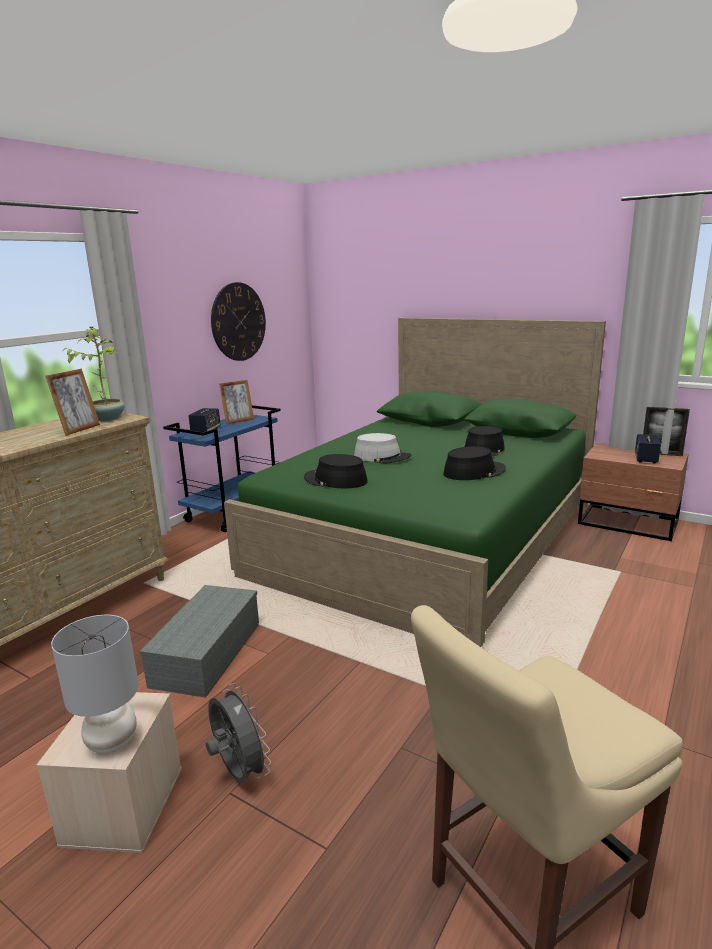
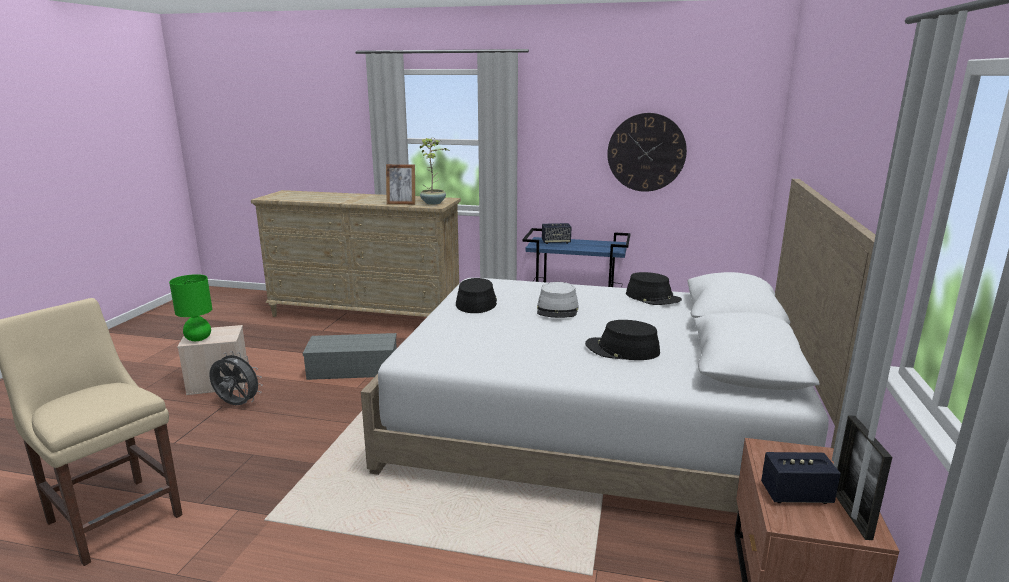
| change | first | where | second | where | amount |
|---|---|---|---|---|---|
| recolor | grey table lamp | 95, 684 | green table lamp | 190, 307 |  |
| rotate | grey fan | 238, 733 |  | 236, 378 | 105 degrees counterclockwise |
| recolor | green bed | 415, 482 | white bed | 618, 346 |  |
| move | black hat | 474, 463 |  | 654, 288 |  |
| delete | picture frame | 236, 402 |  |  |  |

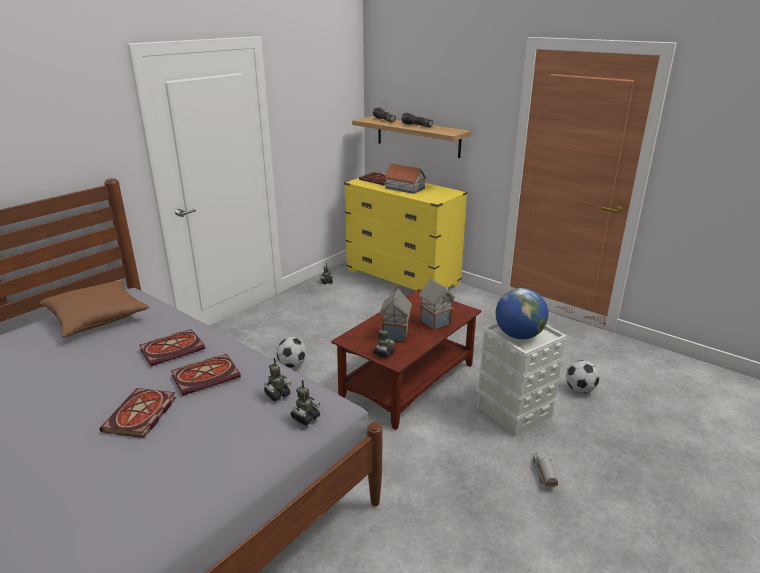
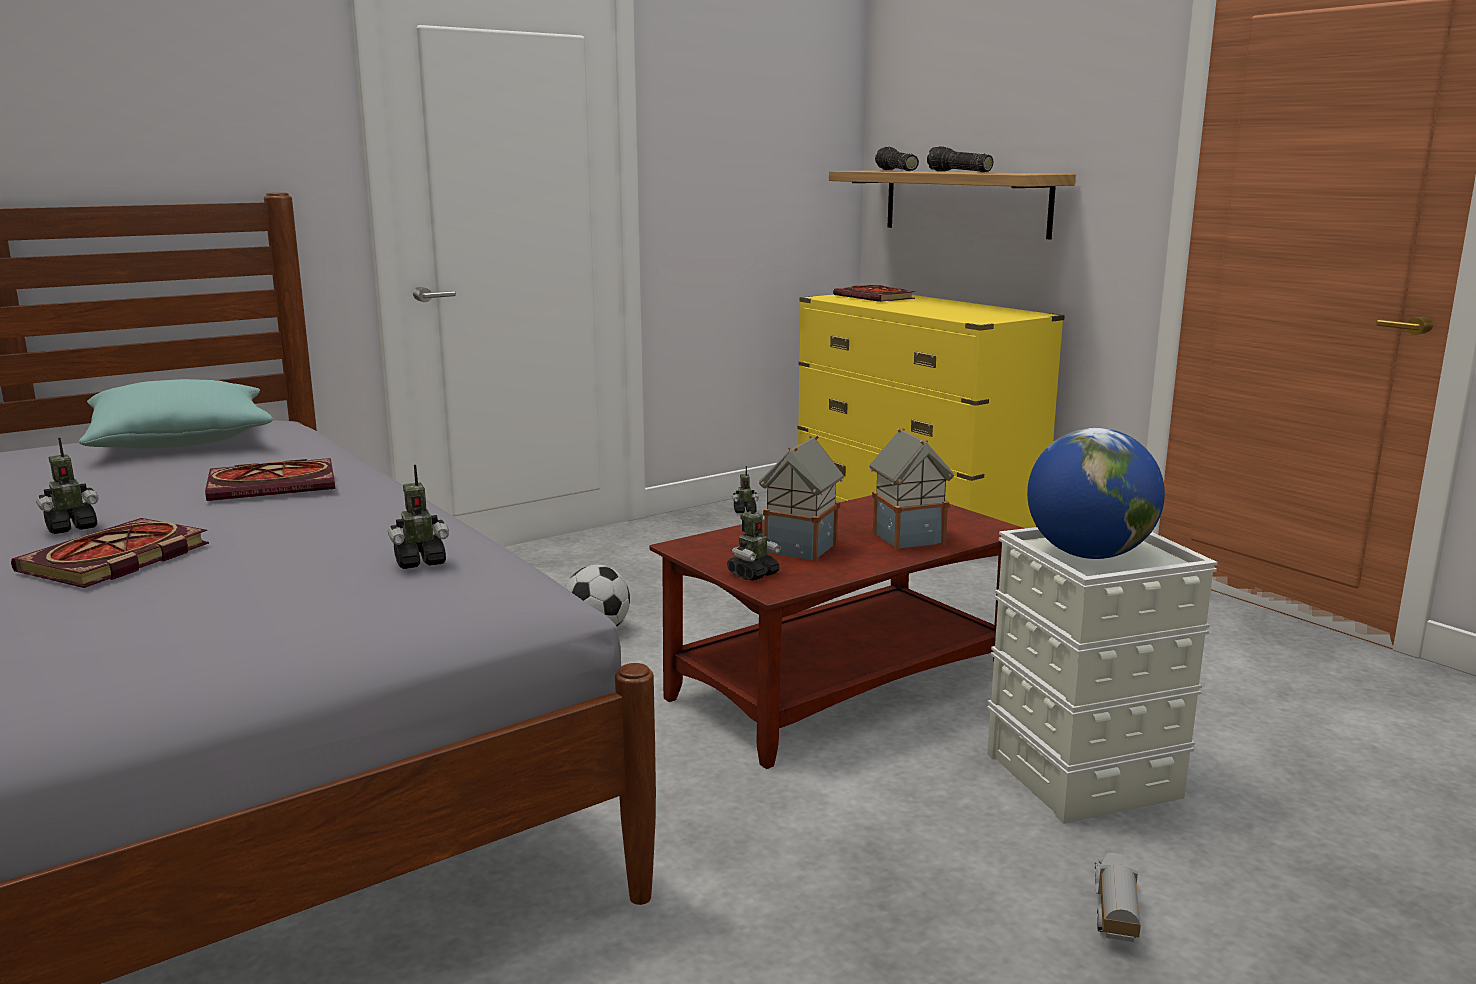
| change | first | where | second | where | amount |
|---|---|---|---|---|---|
| move | toy robot | 305, 402 |  | 67, 485 |  |
| recolor | brown pillow | 94, 309 | turquoise pillow | 176, 414 |  |
| delete | book | 206, 375 |  |  |  |
| delete | toy house | 405, 179 |  |  |  |
| delete | football | 583, 376 |  |  |  |

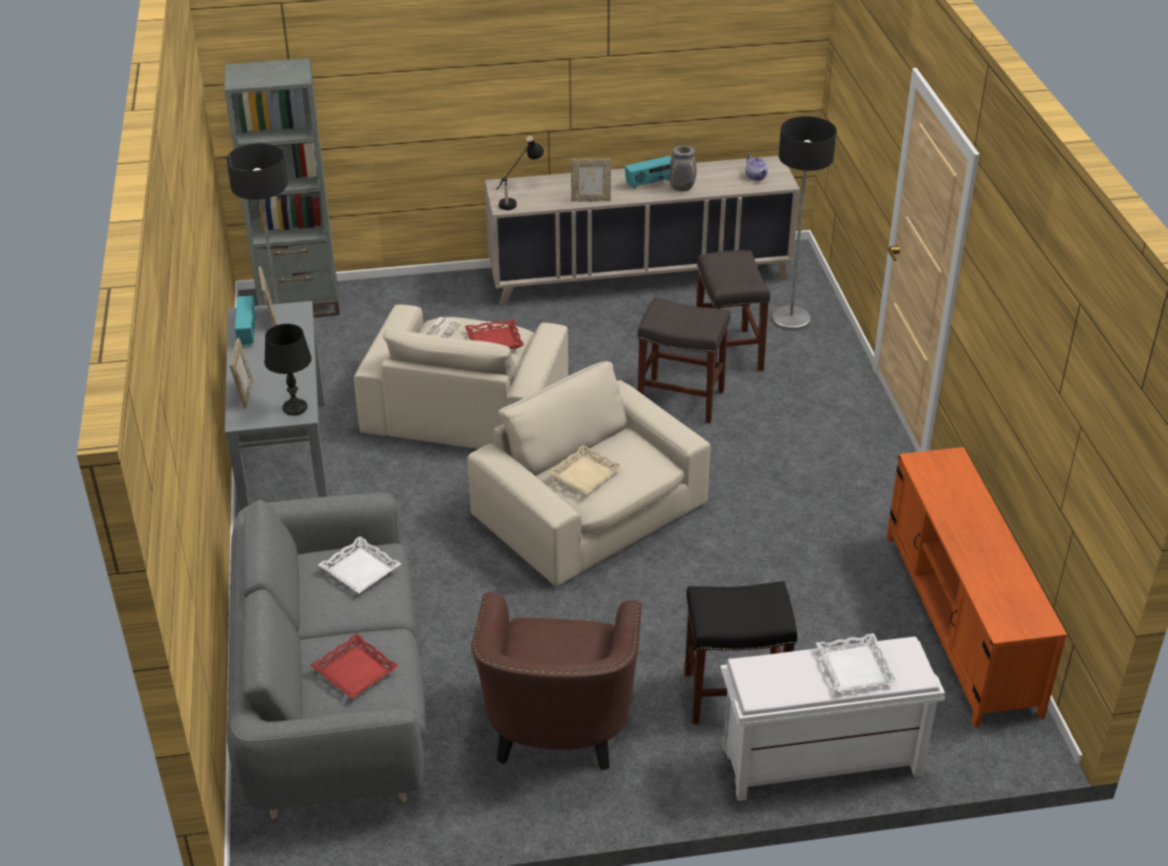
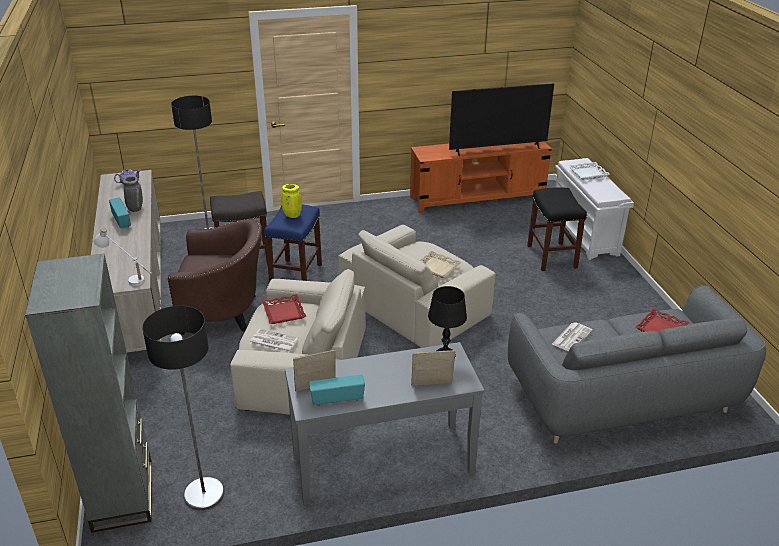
| change | first | where | second | where | amount |
|---|---|---|---|---|---|
| recolor | black table lamp | 516, 173 | white table lamp | 123, 256 |  |
| move | brown armchair | 556, 681 |  | 215, 277 |  |
| recolor | grey stool | 684, 360 | blue stool | 293, 244 |  |
| insert |  |  | yellow vase | 291, 201 |  |
| insert |  |  | television | 501, 119 |  |
| replace | white tray | 359, 564 | newspaper | 572, 336 |  |
| delete | picture frame | 591, 180 |  |  |  |

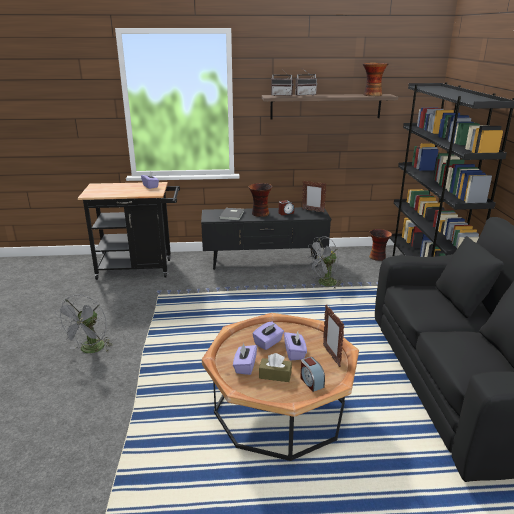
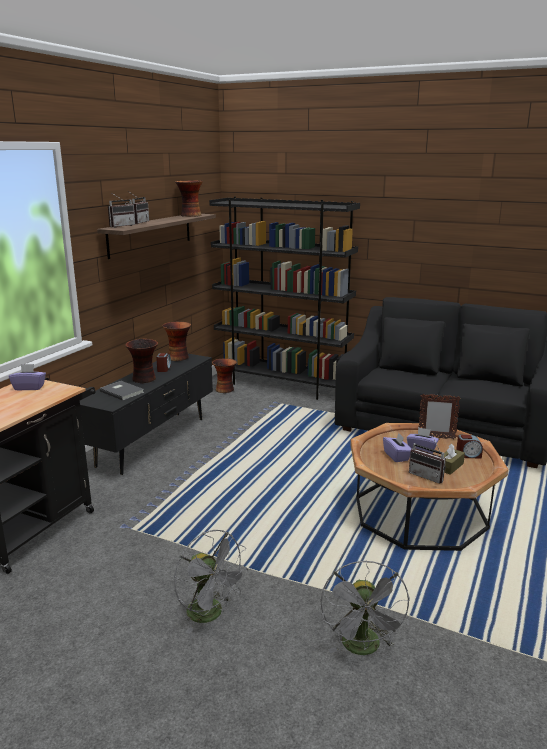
| change | first | where | second | where | amount |
|---|---|---|---|---|---|
| replace | picture frame | 314, 196 | vase | 176, 341 |  |
| move | grey fan | 324, 263 |  | 365, 607 |  |
| replace | purple tissue box | 245, 359 | radio | 427, 459 |  |

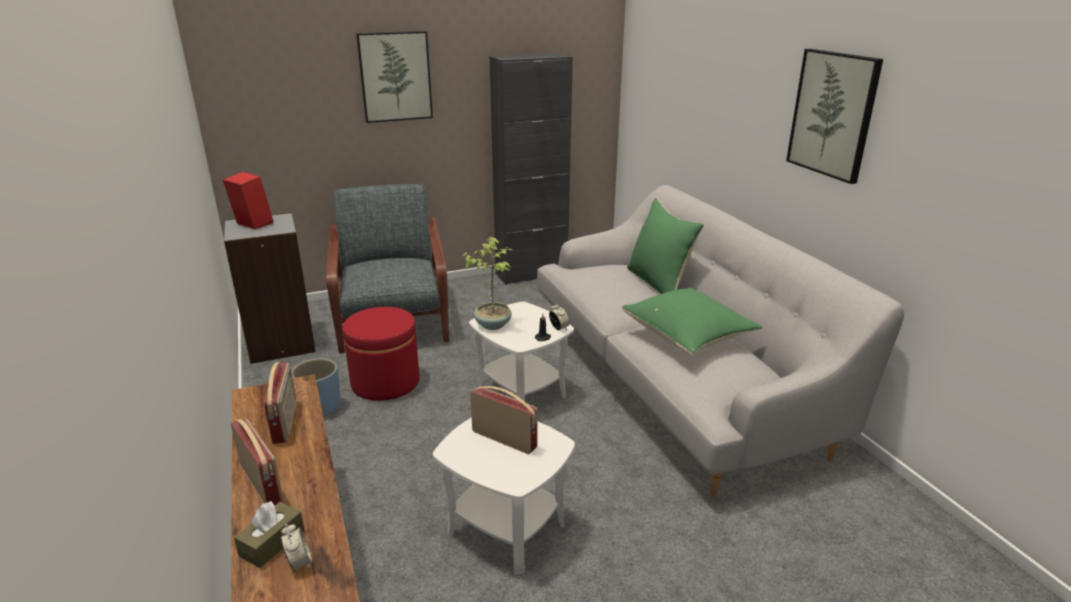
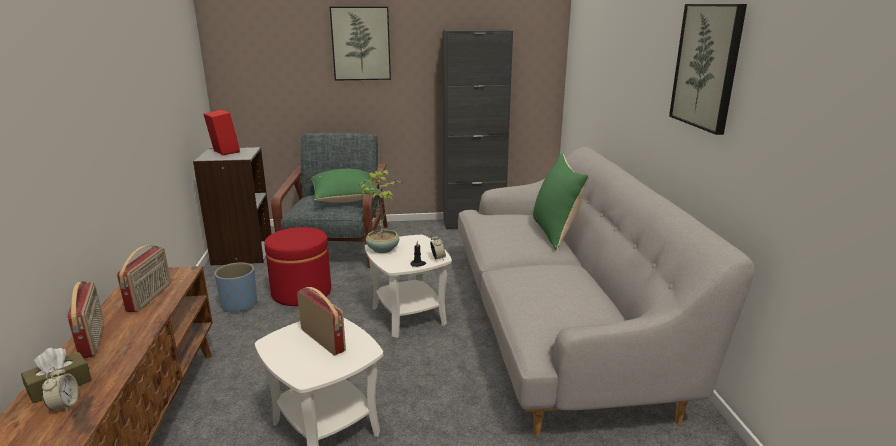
| change | first | where | second | where | amount |
|---|---|---|---|---|---|
| move | green pillow | 692, 321 |  | 347, 186 |  |

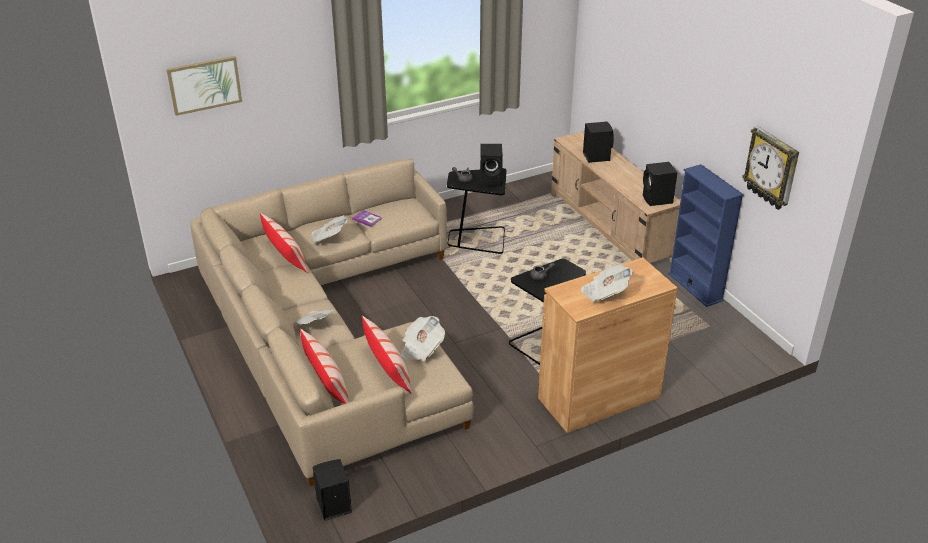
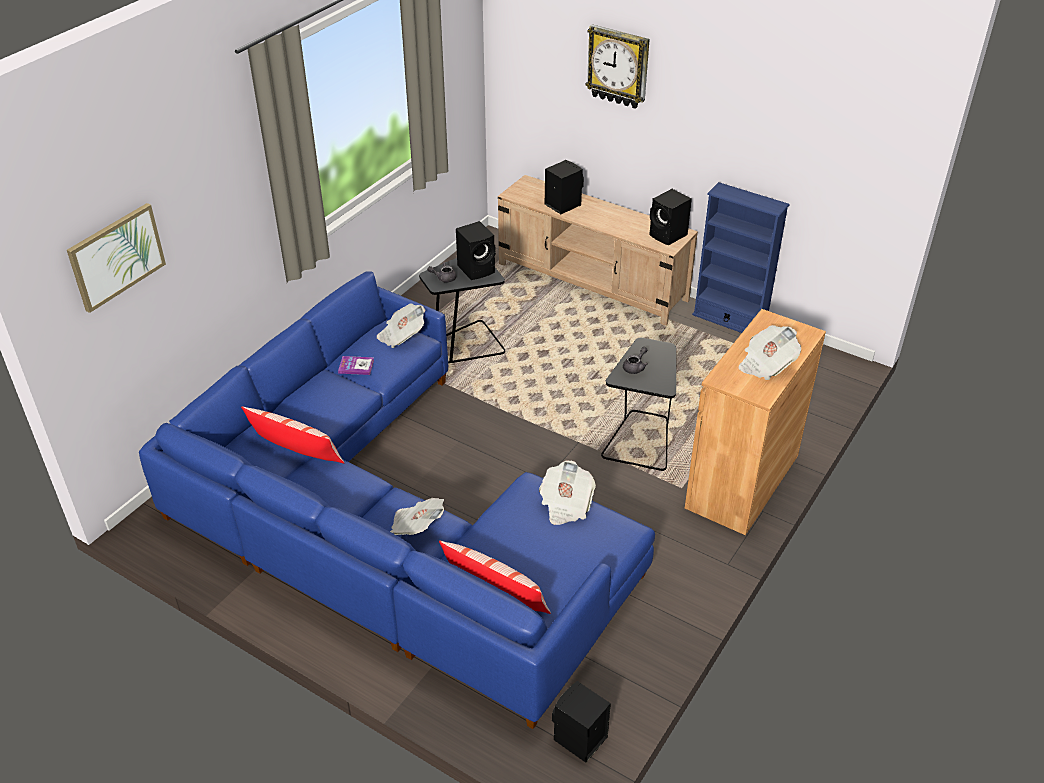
| change | first | where | second | where | amount |
|---|---|---|---|---|---|
| recolor | beige sofa | 332, 322 | blue sofa | 397, 500 |  |
| move | newspaper | 329, 229 |  | 401, 325 |  |
| move | wall clock | 770, 168 |  | 617, 66 |  |
| delete | pillow | 387, 354 |  |  |  |

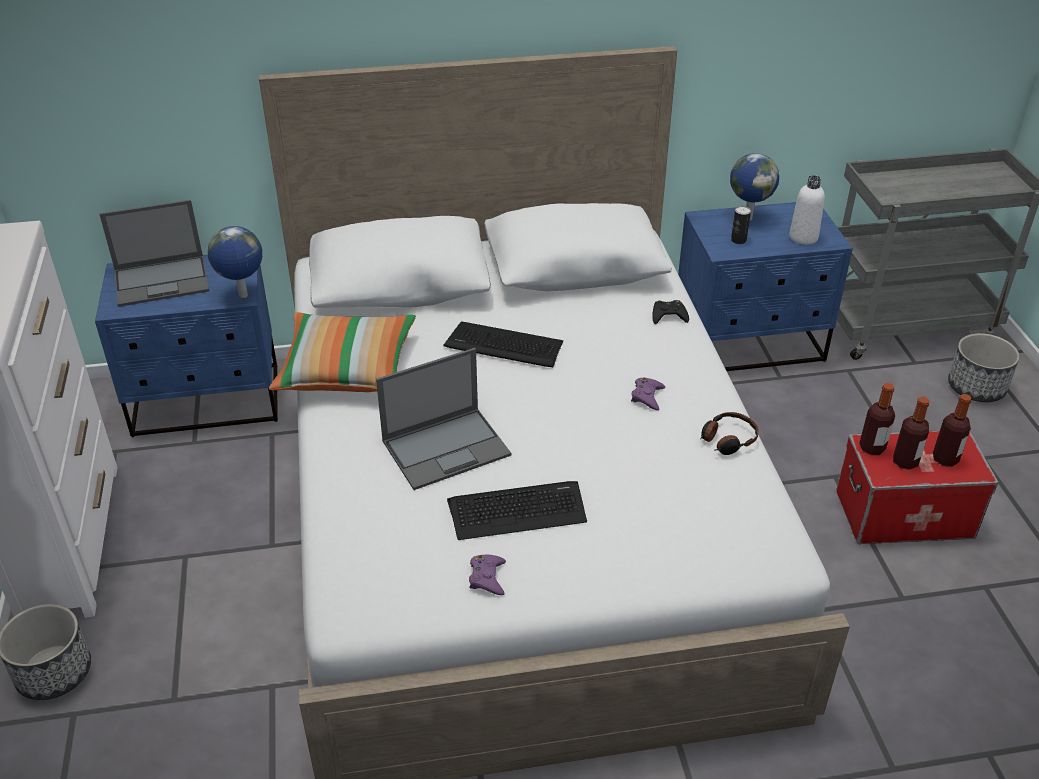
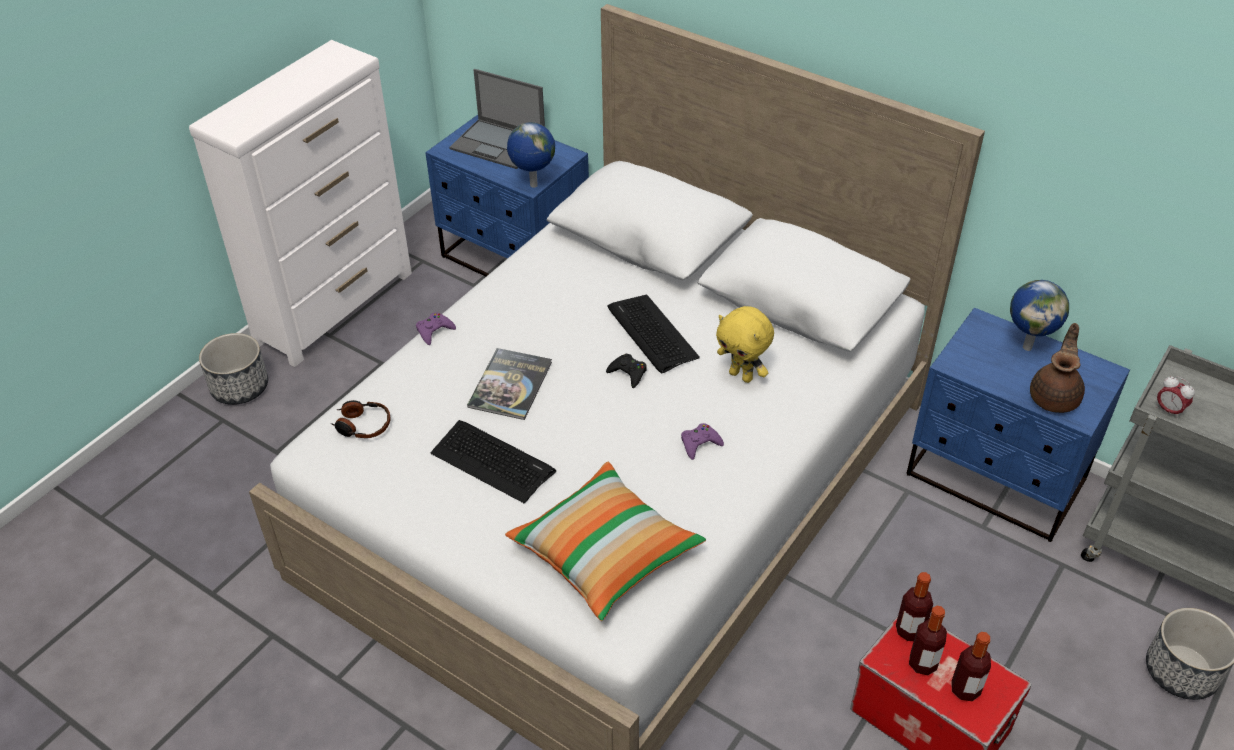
| change | first | where | second | where | amount |
|---|---|---|---|---|---|
| move | headphones | 729, 433 |  | 361, 419 |  |
| move | purple game controller | 487, 575 |  | 436, 328 |  |
| replace | laptop | 443, 419 | book | 509, 384 |  |
| move | pillow | 342, 352 |  | 605, 541 |  |
| move | black game controller | 670, 312 |  | 626, 371 |  |
| insert |  |  | yellow plush toy | 745, 344 |  |
| replace | white bottle | 807, 210 | brown teapot | 1057, 368 |  |
| insert |  |  | alarm clock | 1176, 397 |  |
| delete | can | 741, 225 |  |  |  |

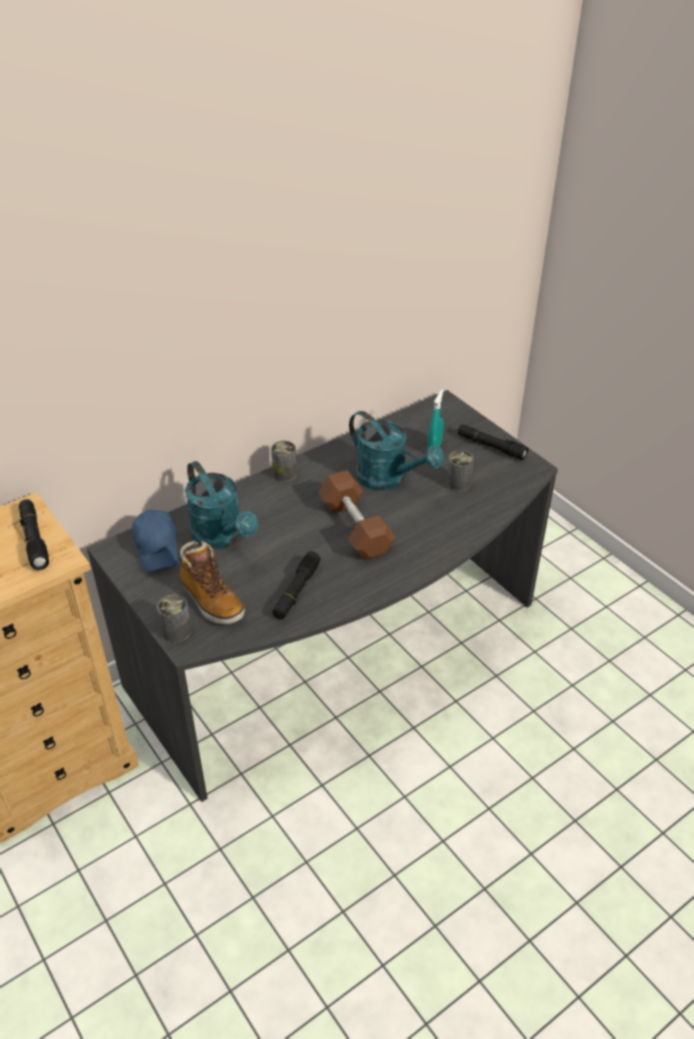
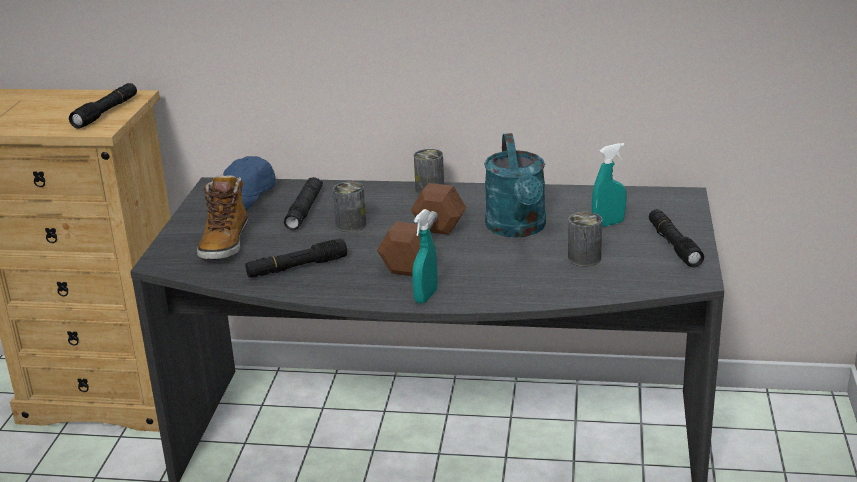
| change | first | where | second | where | amount |
|---|---|---|---|---|---|
| replace | turquoise watering can | 221, 505 | black flashlight | 303, 203 |  |
| move | can | 174, 619 |  | 350, 207 |  |
| insert |  |  | turquoise spray bottle | 425, 256 |  |

